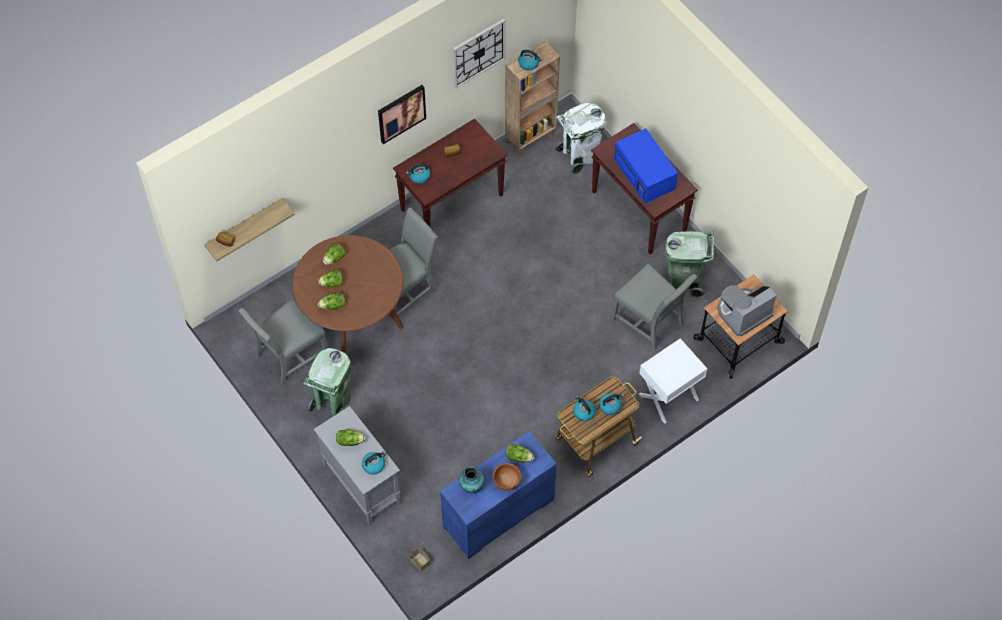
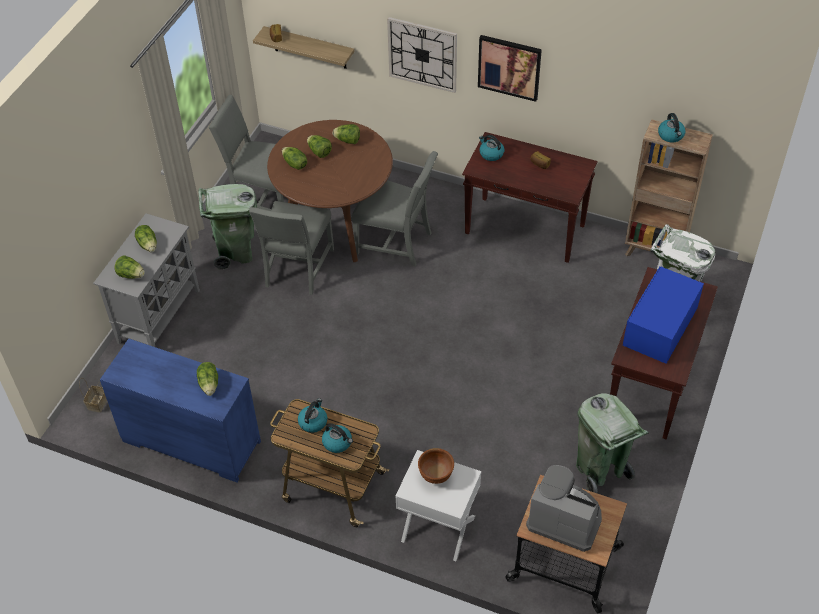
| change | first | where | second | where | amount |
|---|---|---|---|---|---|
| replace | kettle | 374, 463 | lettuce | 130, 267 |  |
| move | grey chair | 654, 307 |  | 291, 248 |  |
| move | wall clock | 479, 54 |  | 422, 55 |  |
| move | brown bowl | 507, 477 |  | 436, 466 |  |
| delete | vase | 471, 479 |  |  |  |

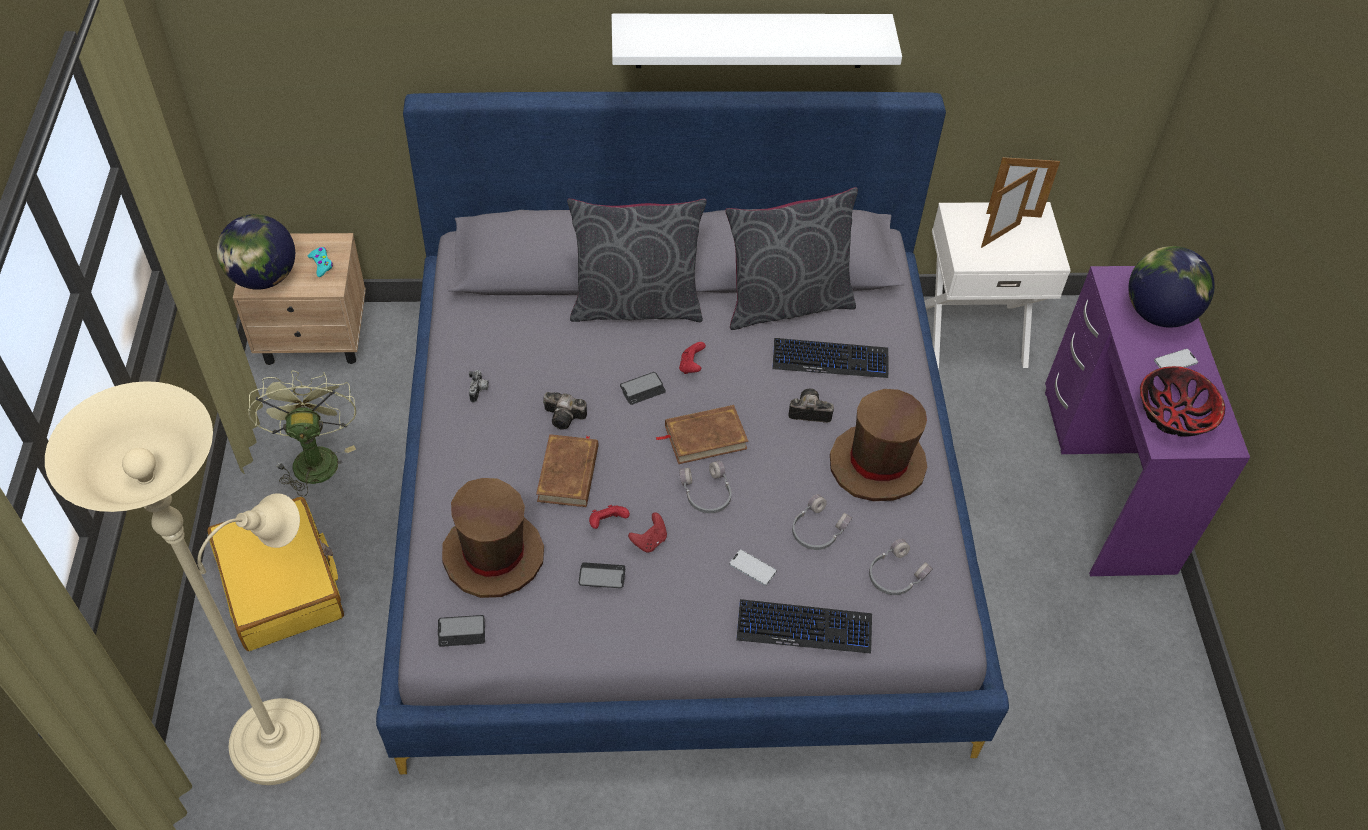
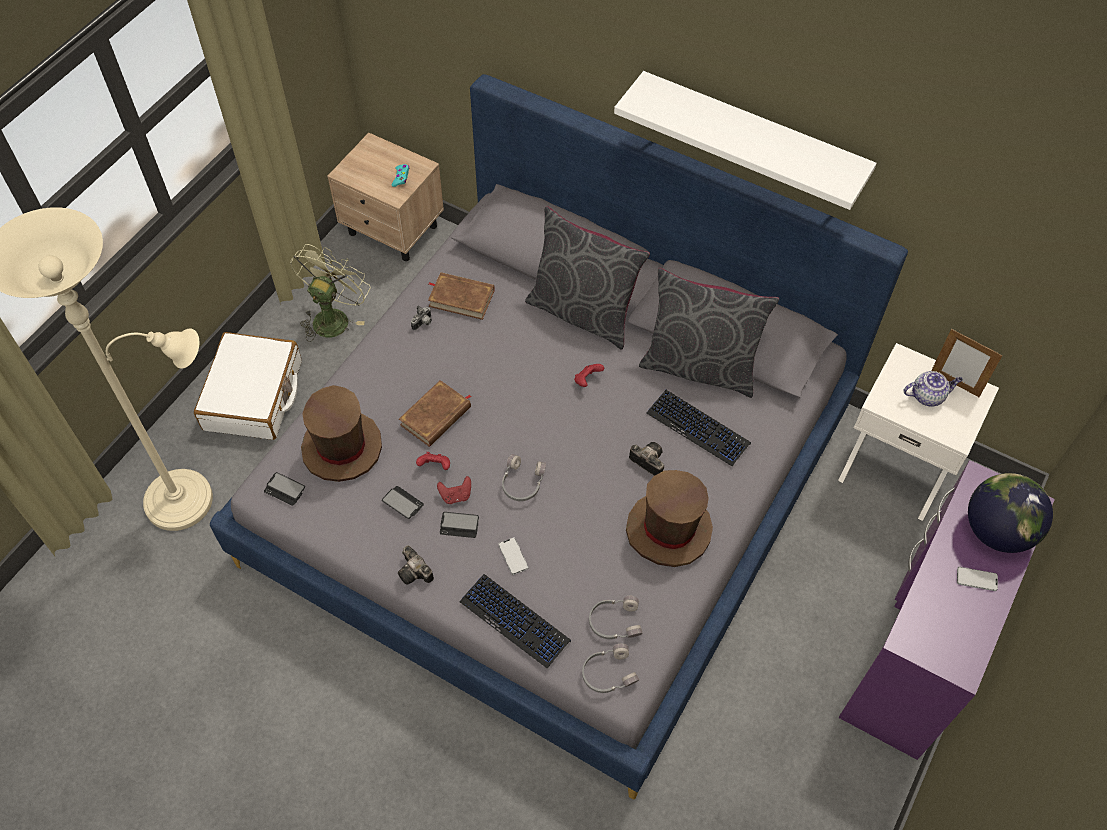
| change | first | where | second | where | amount |
|---|---|---|---|---|---|
| recolor | yellow suitcase | 276, 574 | white suitcase | 248, 386 |  |
| move | photo camera | 565, 411 |  | 416, 565 |  |
| move | brown book | 702, 434 |  | 461, 296 |  |
| move | phone | 643, 388 |  | 459, 525 |  |
| move | grey headphones | 822, 522 |  | 610, 668 |  |
| replace | picture frame | 1009, 208 | teapot | 933, 389 |  |
| delete | globe | 256, 252 |  |  |  |
| delete | bowl | 1182, 401 |  |  |  |

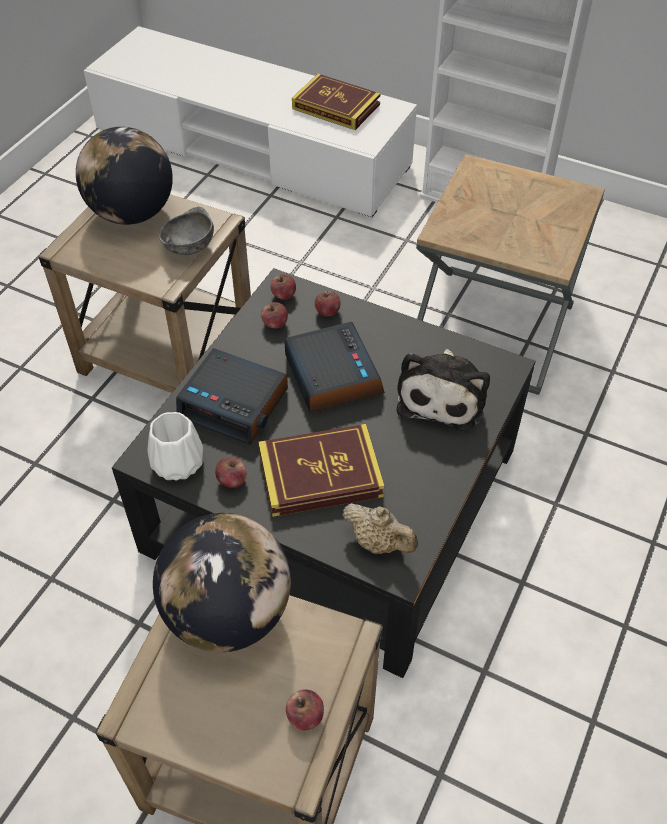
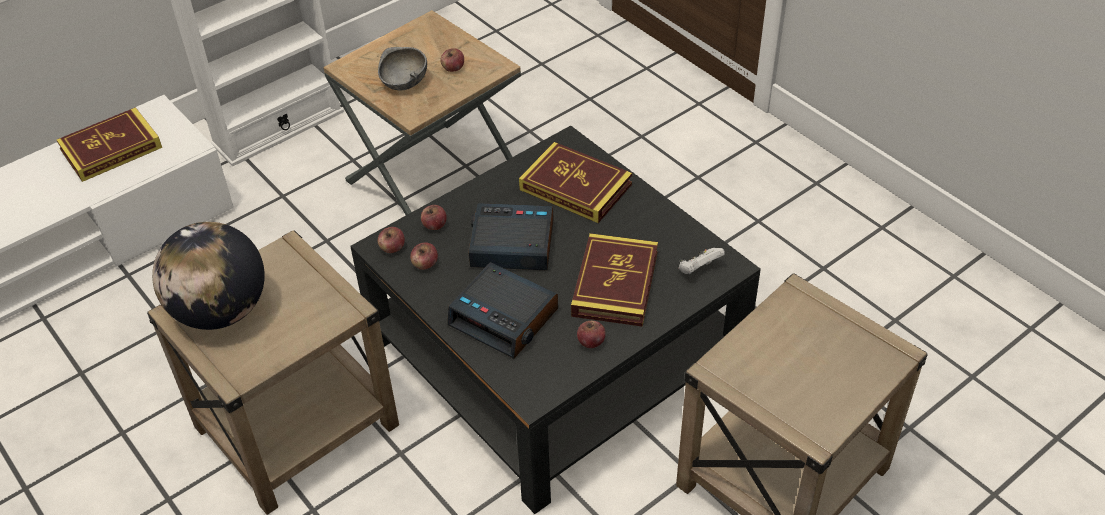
| change | first | where | second | where | amount |
|---|---|---|---|---|---|
| move | grey bowl | 186, 231 |  | 402, 68 |  |
| move | apple | 305, 709 |  | 452, 60 |  |
| rotate | alarm clock | 232, 396 |  | 502, 310 | 75 degrees clockwise |
| replace | plush toy | 443, 390 | book | 575, 182 |  |
| replace | beige teapot | 380, 528 | white game controller | 702, 261 |  |
| delete | white vase | 175, 446 |  |  |  |
| delete | globe | 222, 582 |  |  |  |

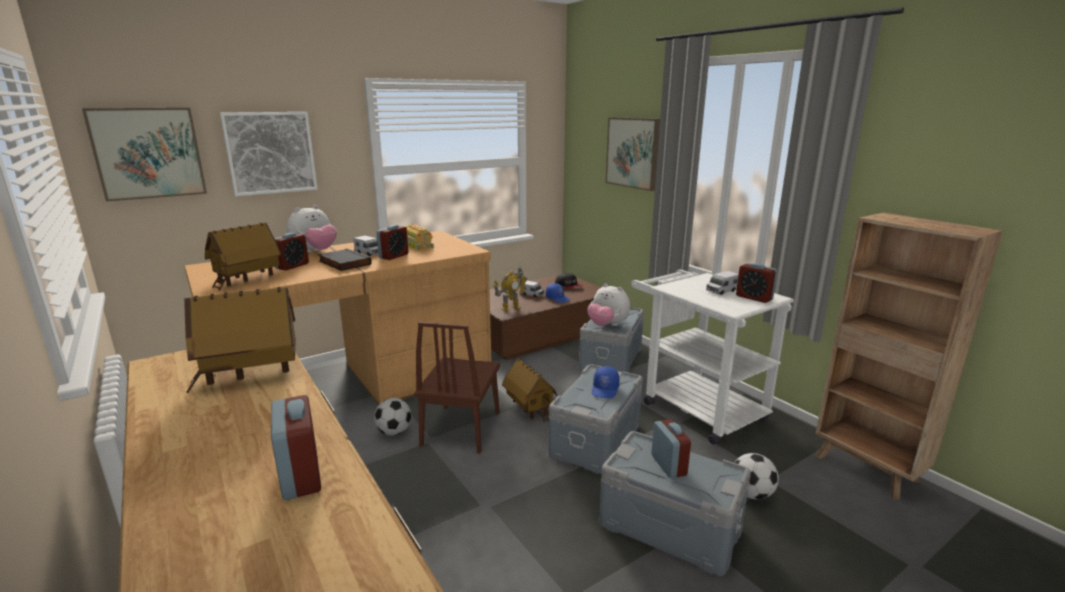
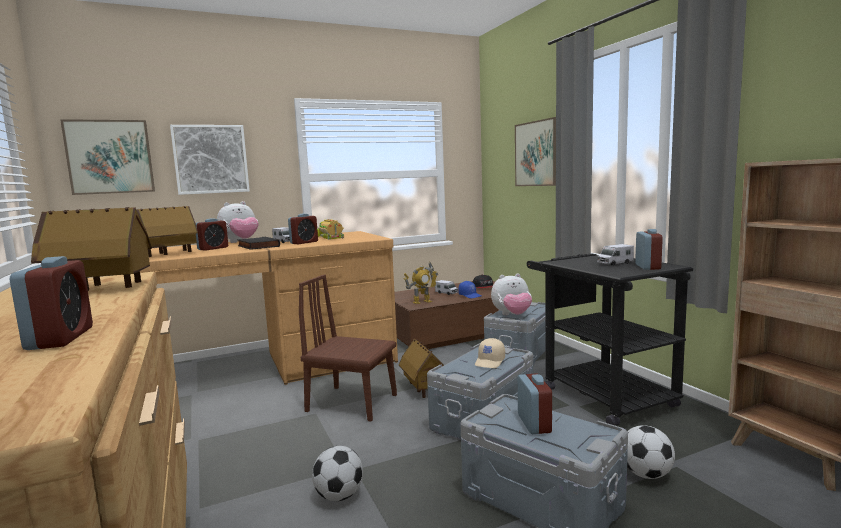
| change | first | where | second | where | amount |
|---|---|---|---|---|---|
| rotate | brown chair | 457, 387 |  | 348, 348 | 90 degrees clockwise |
| move | football | 392, 417 |  | 337, 473 |  |
| recolor | blue cap | 606, 382 | beige cap | 490, 353 |  |
| rotate | plush toy | 609, 305 |  | 511, 294 | 60 degrees counterclockwise |
| recolor | white cart | 712, 357 | black cart | 610, 339 |  |
| rotate | alarm clock | 757, 283 |  | 649, 249 | 135 degrees counterclockwise |

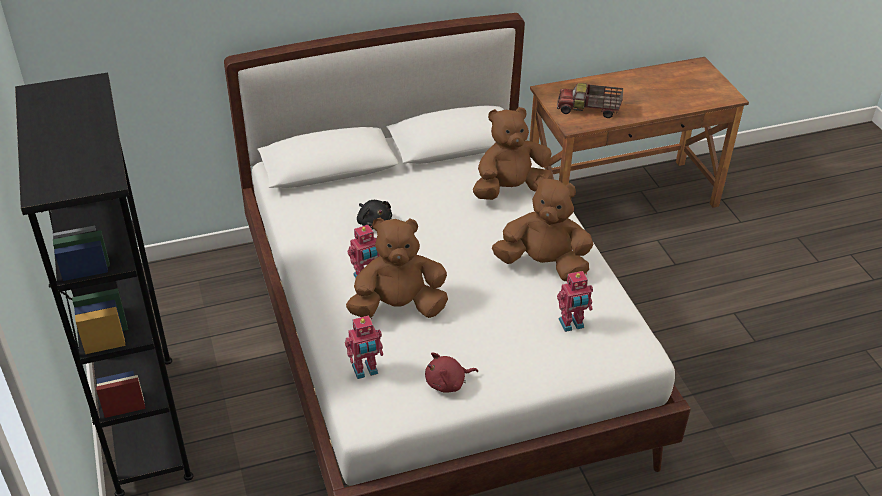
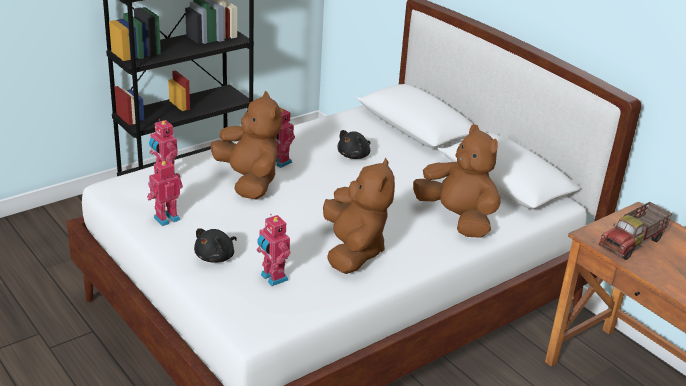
| change | first | where | second | where | amount |
|---|---|---|---|---|---|
| replace | red plush toy | 451, 372 | toy robot | 165, 193 |  |
| insert |  |  | black plush toy | 215, 245 |  |
| rotate | toy truck | 590, 100 |  | 635, 231 | 120 degrees counterclockwise |

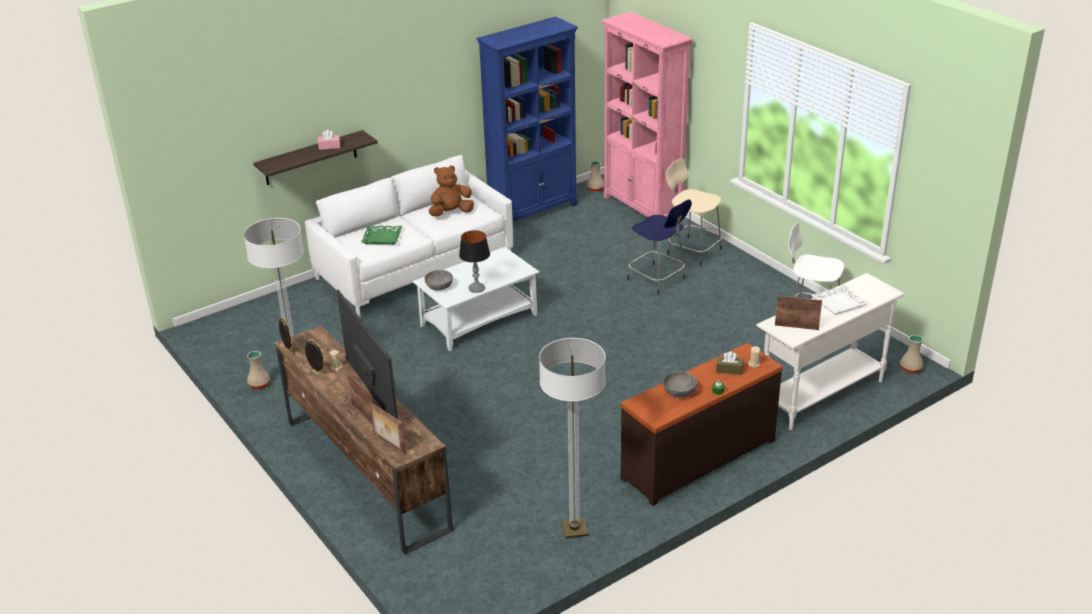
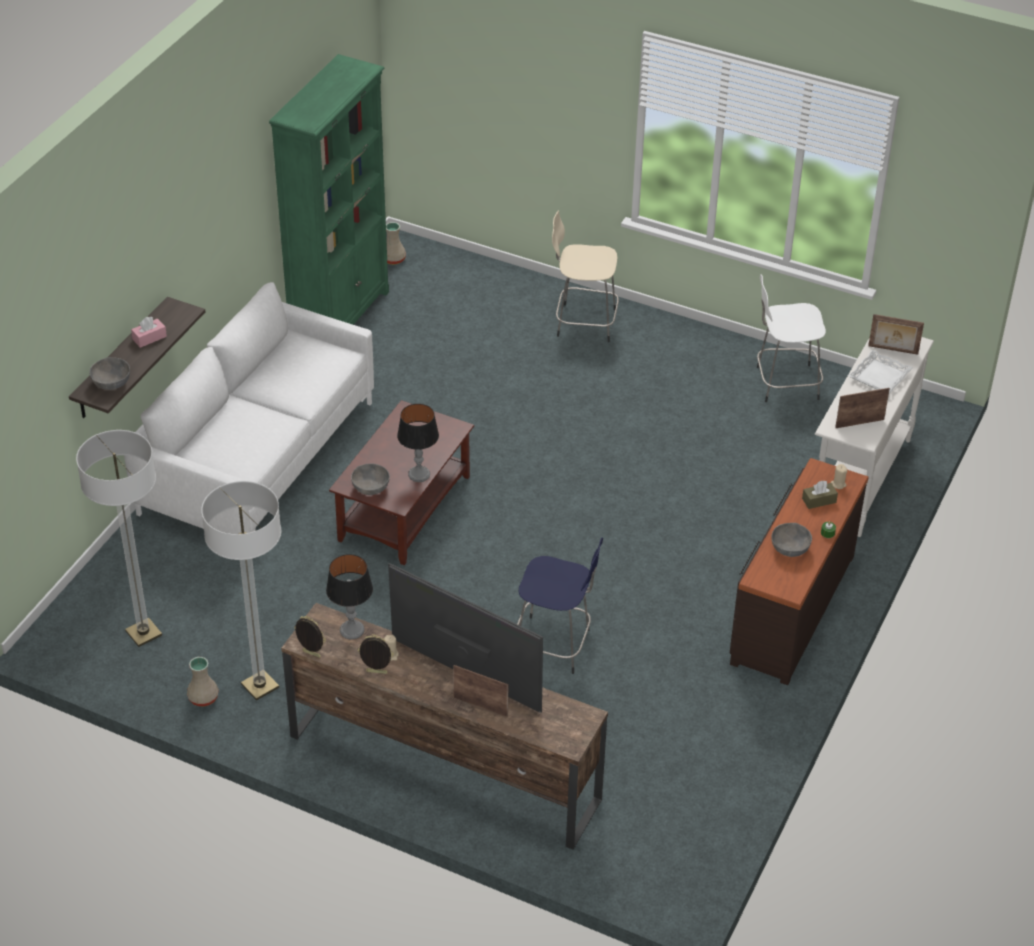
| change | first | where | second | where | amount |
|---|---|---|---|---|---|
| move | floor lamp | 572, 438 |  | 119, 538 |  |
| insert |  |  | grey bowl | 110, 373 |  |
| recolor | blue bookcase | 527, 119 | green bookcase | 329, 189 |  |
| insert |  |  | table lamp | 349, 597 |  |
| recolor | white coffee table | 476, 299 | brown coffee table | 401, 482 |  |
| move | blue stool | 659, 247 |  | 560, 606 |  |
| move | picture frame | 388, 428 |  | 896, 334 |  |
| delete | green tray | 381, 235 |  |  |  |
| delete | brown plush toy | 451, 190 |  |  |  |
| delete | pink bookcase | 647, 114 |  |  |  |
| delete | beige vase | 912, 354 |  |  |  |

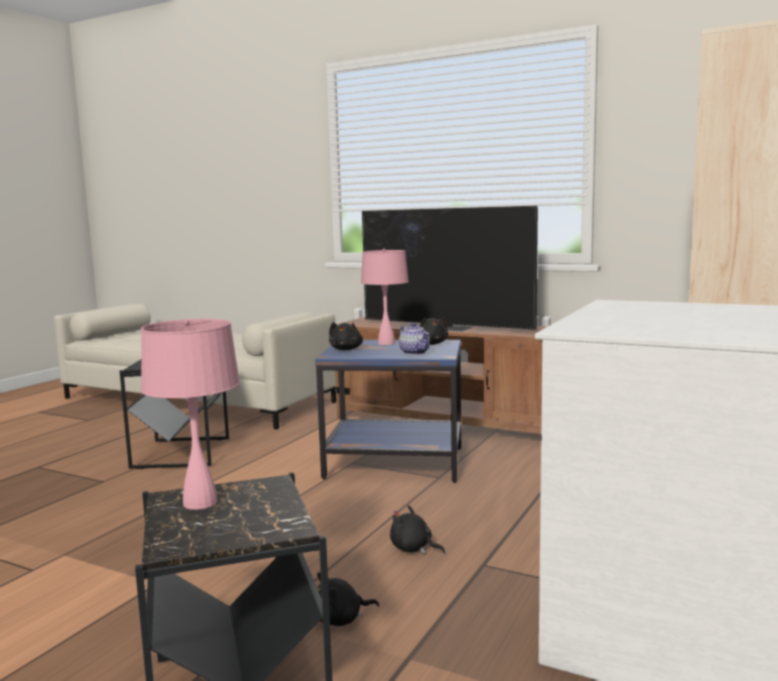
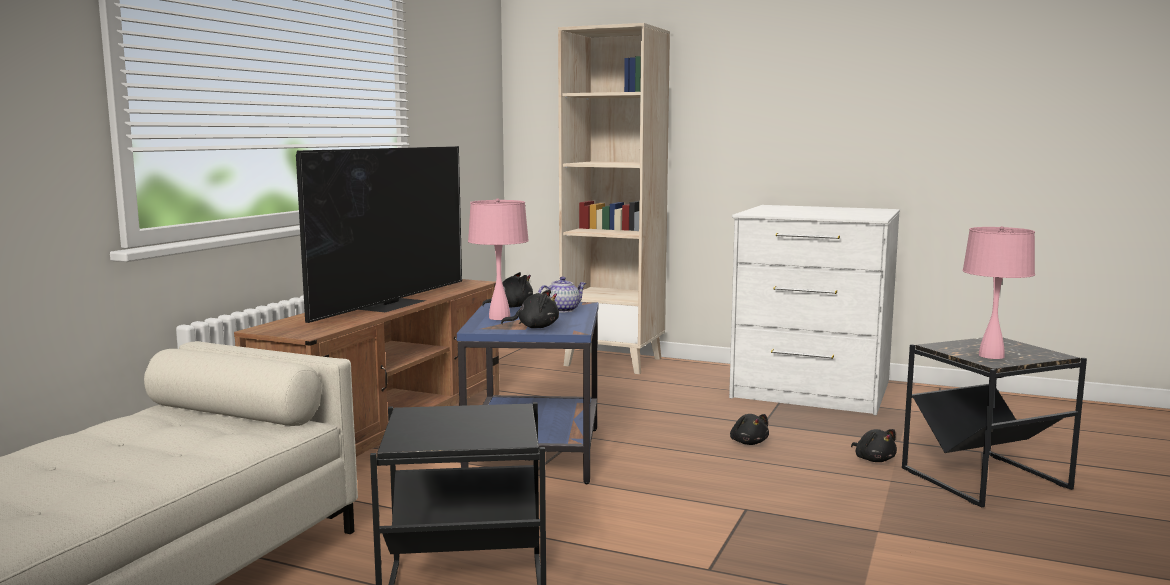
| change | first | where | second | where | amount |
|---|---|---|---|---|---|
| rotate | black plush toy | 417, 529 |  | 749, 429 | 45 degrees counterclockwise |

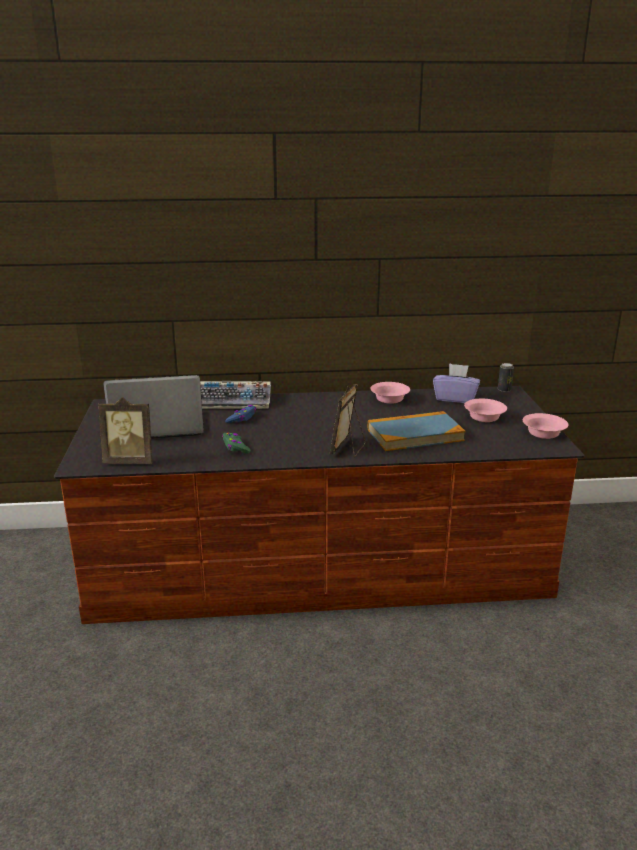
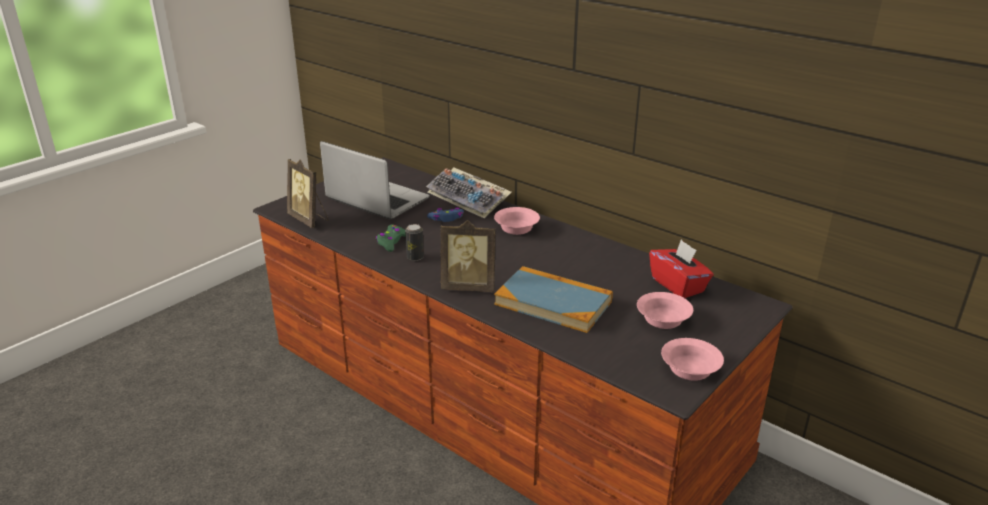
| change | first | where | second | where | amount |
|---|---|---|---|---|---|
| move | can | 506, 377 |  | 414, 242 |  |
| rotate | picture frame | 347, 420 |  | 468, 256 | 150 degrees counterclockwise |
| move | pink bowl | 390, 393 |  | 517, 221 |  |
| recolor | purple tissue box | 456, 383 | red tissue box | 681, 269 |  |

